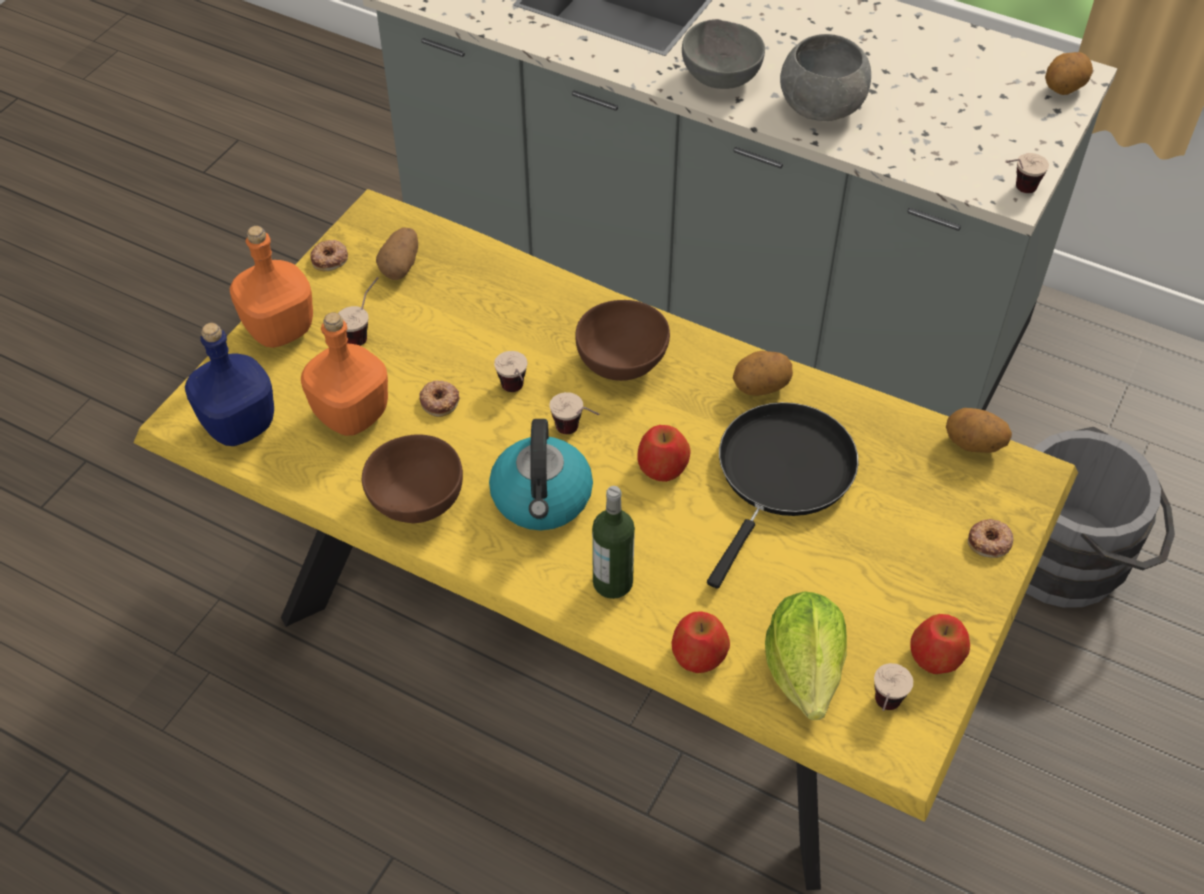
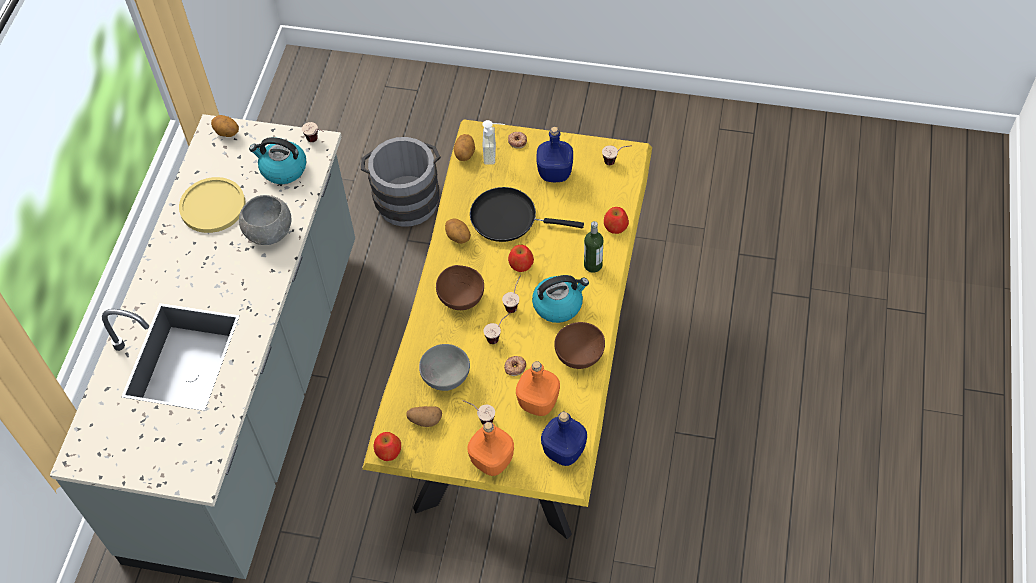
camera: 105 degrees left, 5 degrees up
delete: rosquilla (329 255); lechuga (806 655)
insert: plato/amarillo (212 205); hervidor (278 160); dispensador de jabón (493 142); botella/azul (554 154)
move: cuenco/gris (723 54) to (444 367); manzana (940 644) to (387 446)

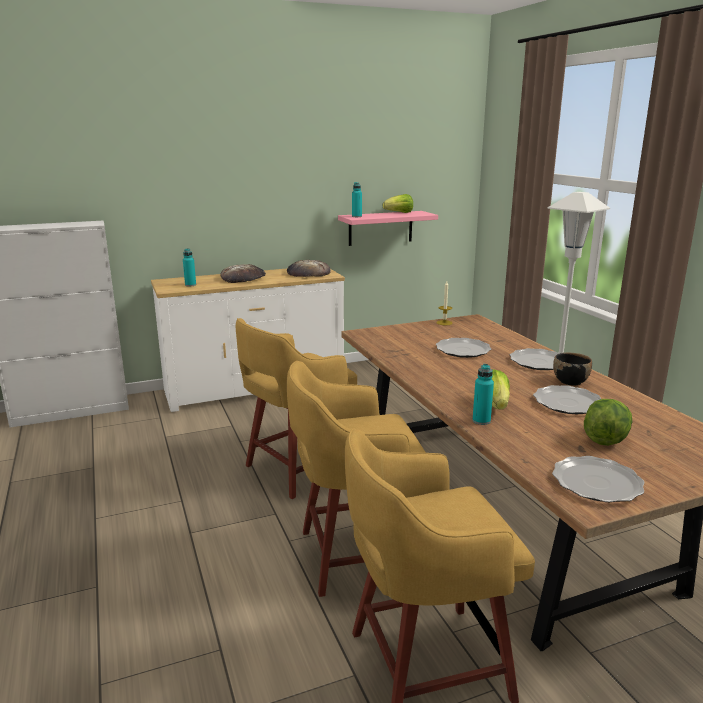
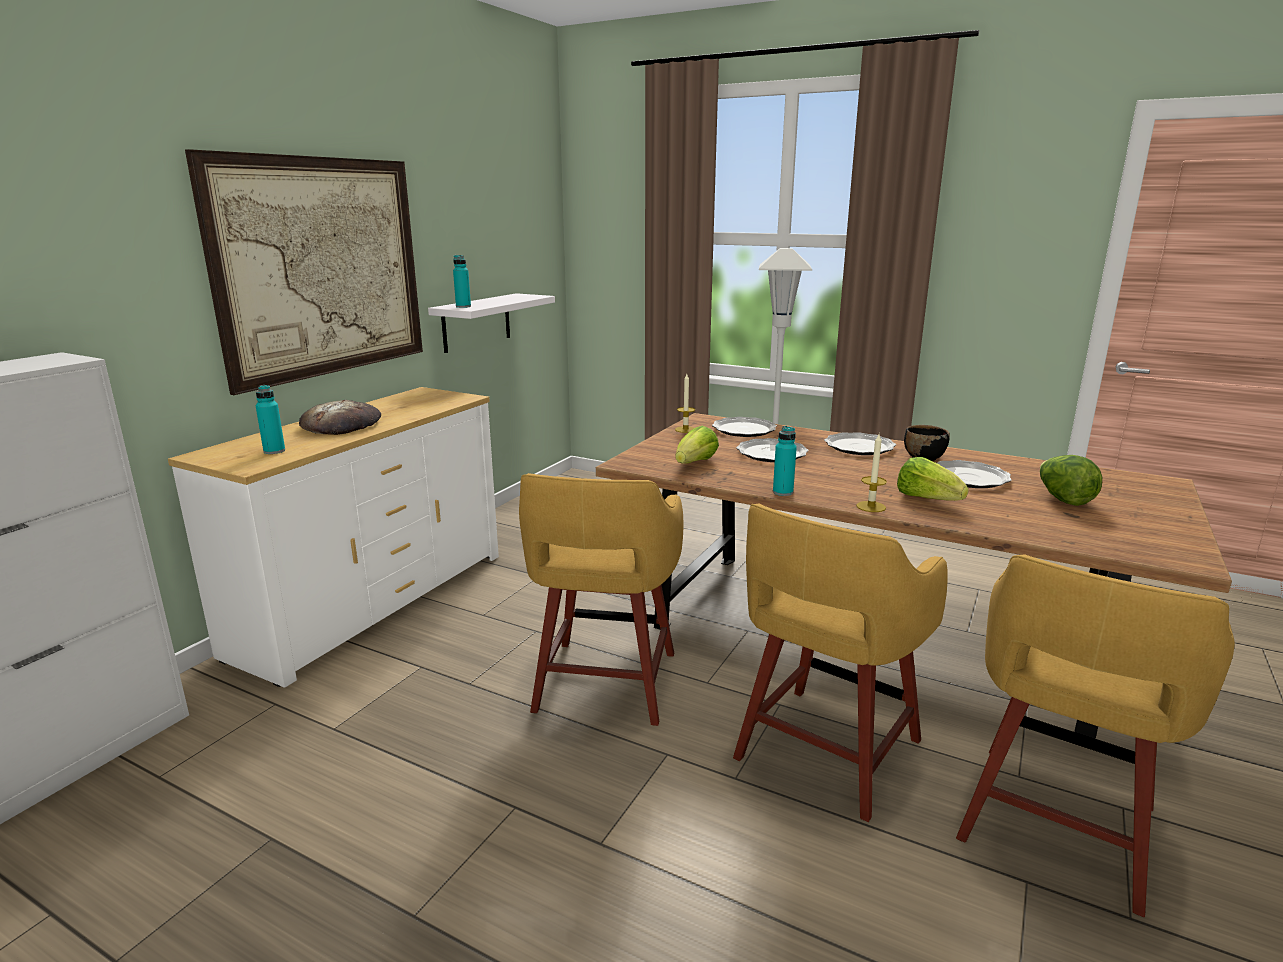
camera: 40 degrees left, 0 degrees up
delete: pan (309 268)
insert: cuadro (304 272); vela (871 473)
move: lechuga (398 203) to (697 445); botella/turquesa (483 394) to (785 461); plato (598 479) to (744 427)
recolor: estante/rosa (388 228) to estante/blanco (491 323)

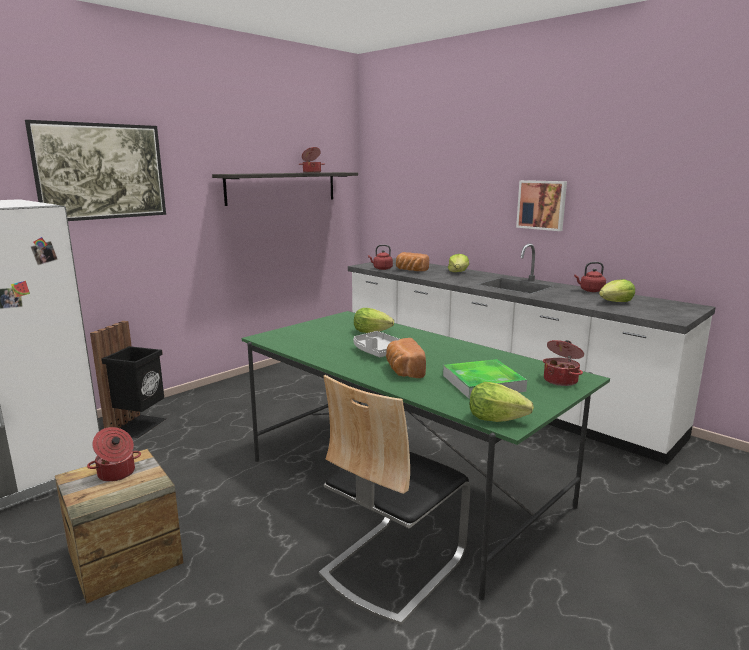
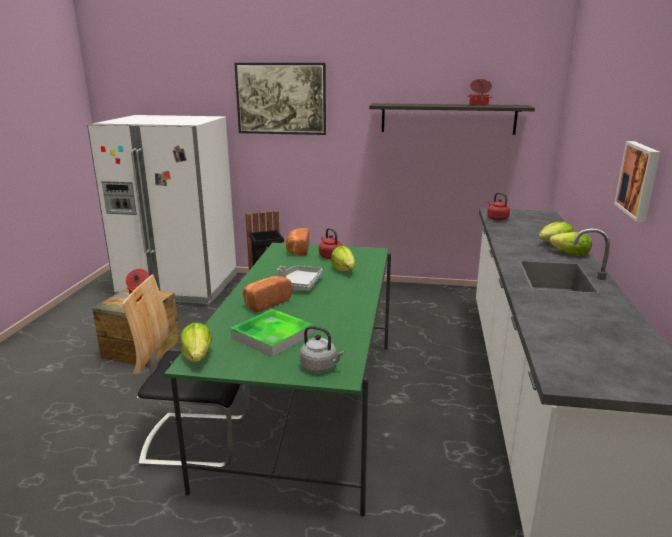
camera: 55 degrees right, 5 degrees up
move: pan (412 261) to (297 242); hervidor/rojo (590 277) to (330 243); lechuga (617 290) to (570 244)
replace: olla (563 363) to hervidor/gris (322 349)

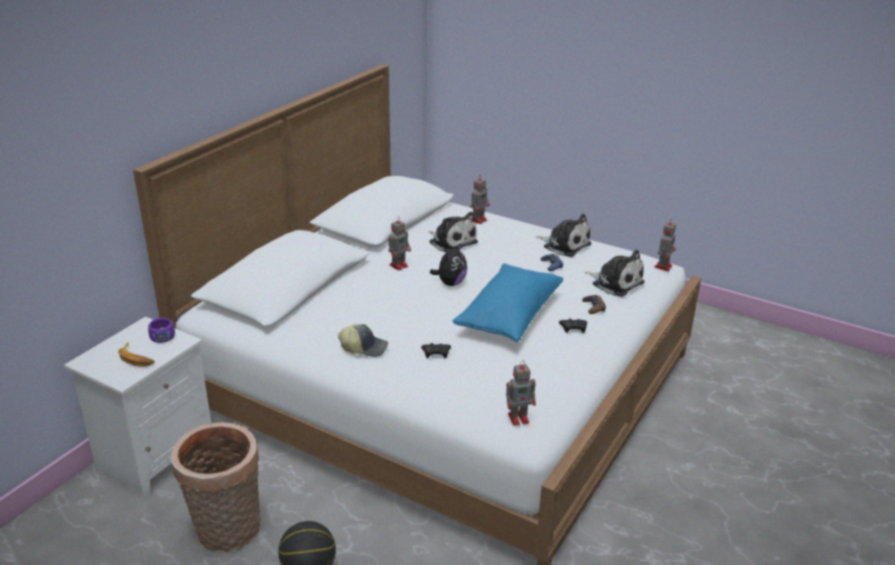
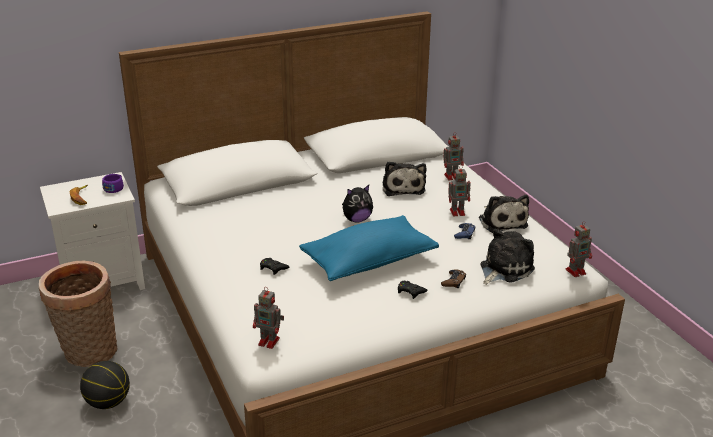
camera: 35 degrees right, 0 degrees up
delete: gorra (363 340)
move: robot de juguete (400 244) to (459 190)
rotate: peluche (615 273) = (507 257) 120 degrees counterclockwise

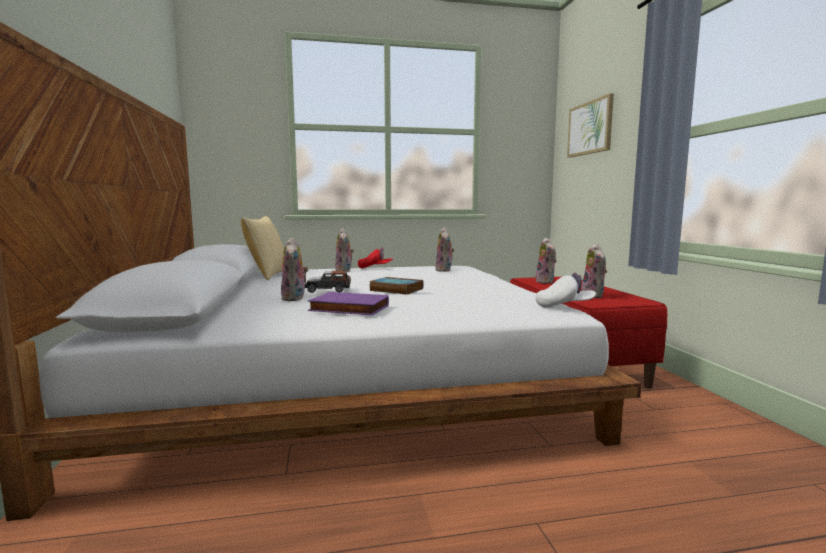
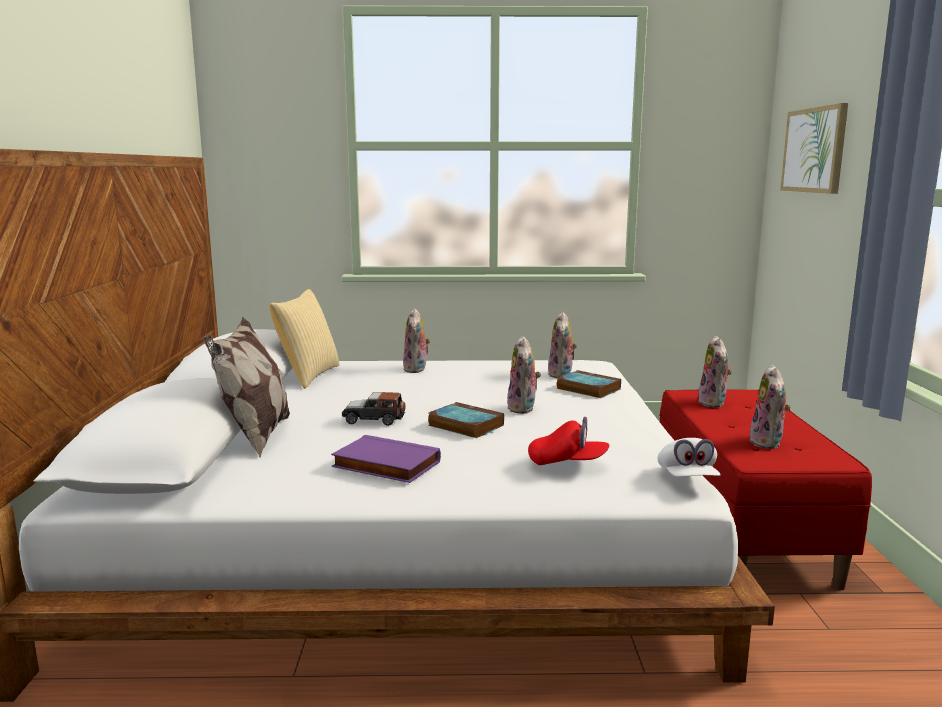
camera: 10 degrees right, 5 degrees up
insert: cojín (247 387); libro (588 384)
move: peluche (294 269) to (524 375); gorra/rojo (375 258) to (568 441)
rotate: gorra/blanco (565 290) = (689 457) 75 degrees clockwise

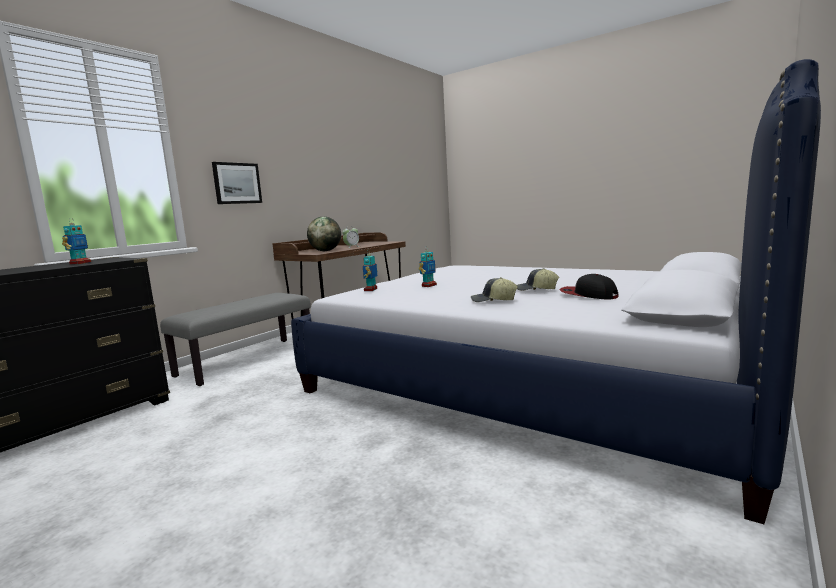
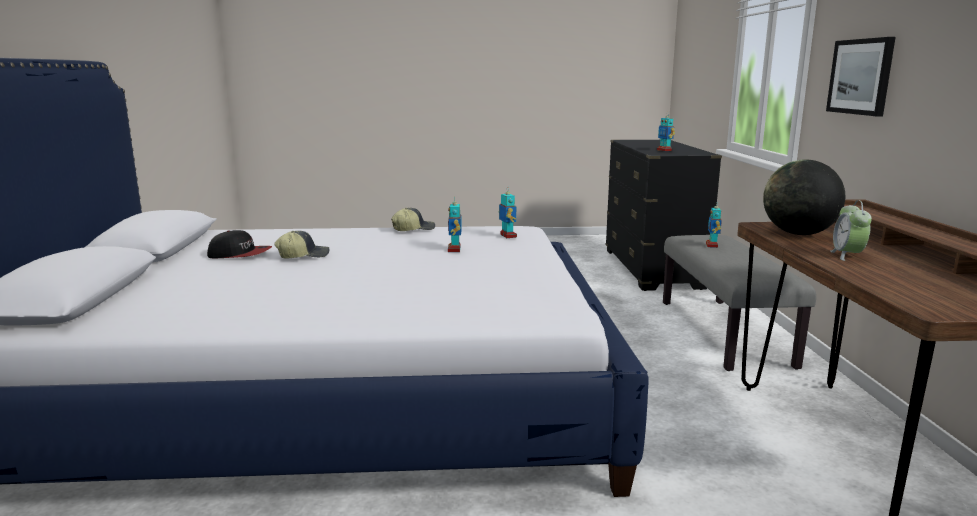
camera: 140 degrees right, 5 degrees up
insert: robot de juguete (714 225)
move: gorra (494 289) to (413 219)

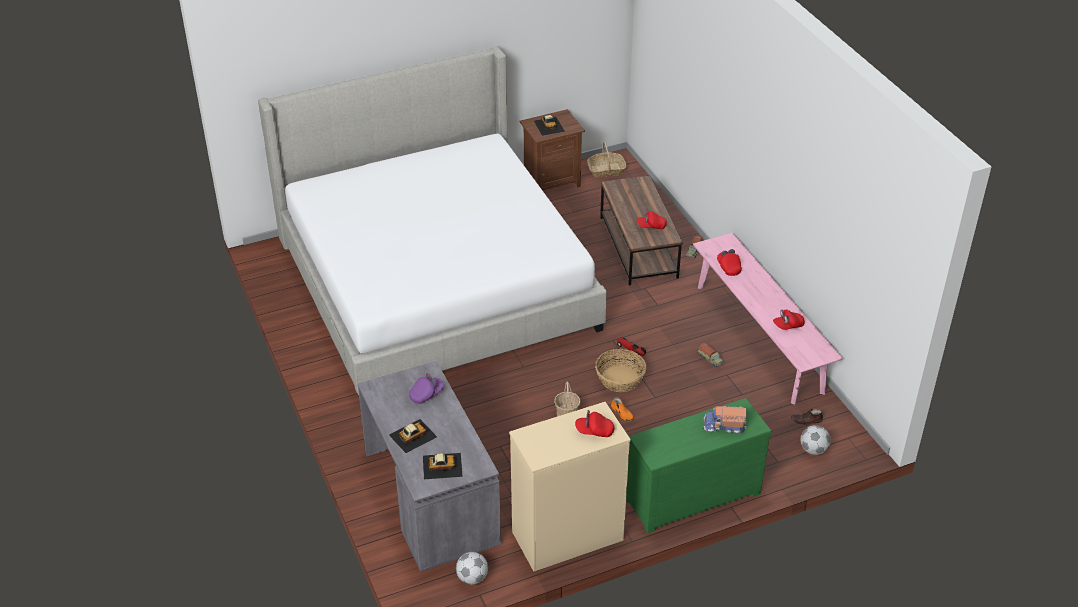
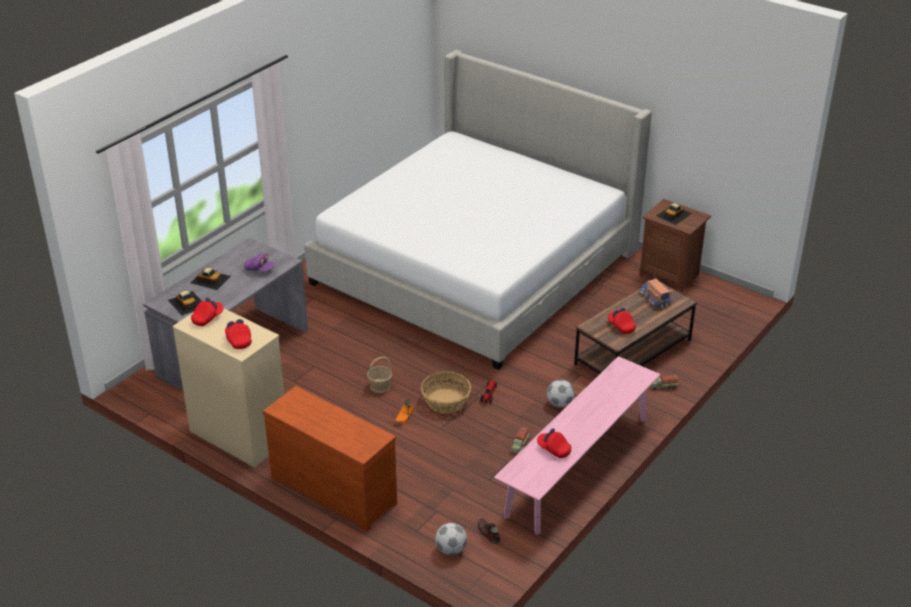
camera: 60 degrees right, 5 degrees down
delete: cesta (606 159)
move: balón de fútbol (472 568) to (561 393); camión de juguete (725 420) to (655 293); gorra/rojo (729 262) to (207 311)
recolor: cómoda/verde (698 465) to cómoda/marrón (330 459)

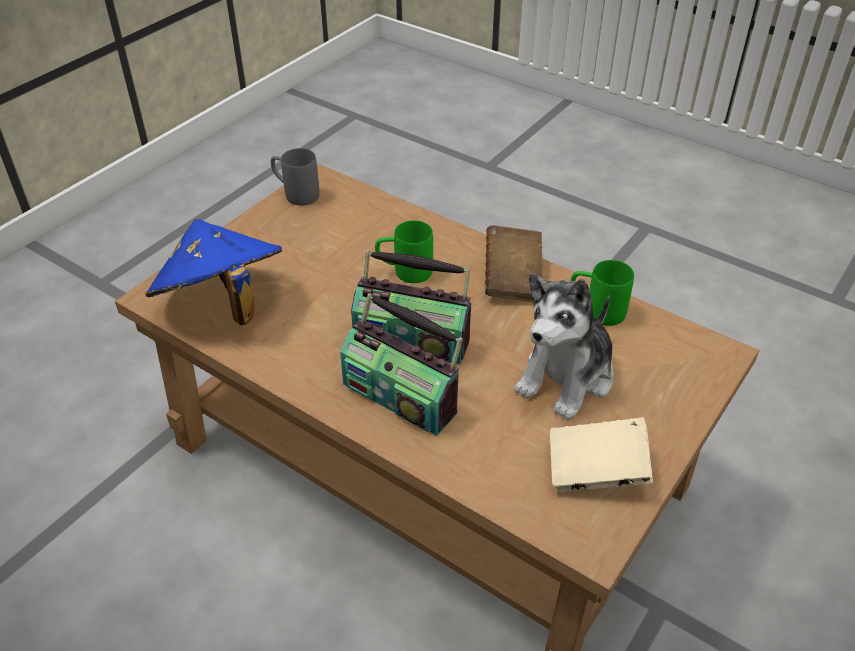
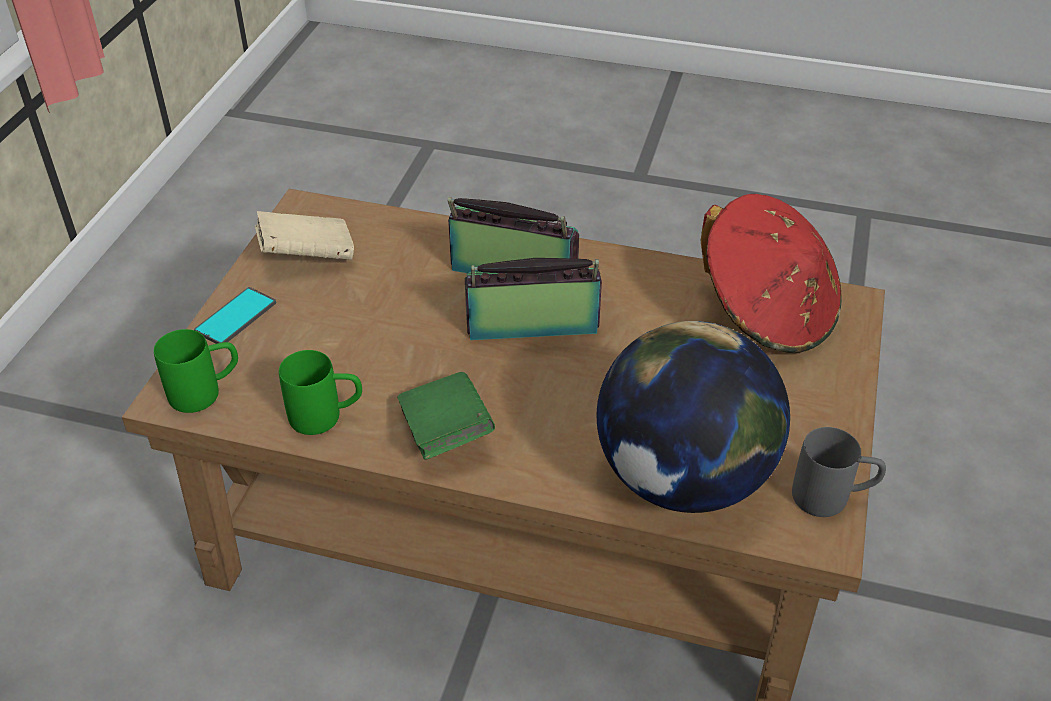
camera: 160 degrees right, 0 degrees up
delete: peluche (564 346)
insert: móvil (235 315); globo terráqueo (693 417)
move: taza grande/verde (404 251) to (196 371)
recolor: sombrero/azul (213 272) to sombrero/rojo (771 273); libro/marrón (514 263) to libro/verde (446 416)

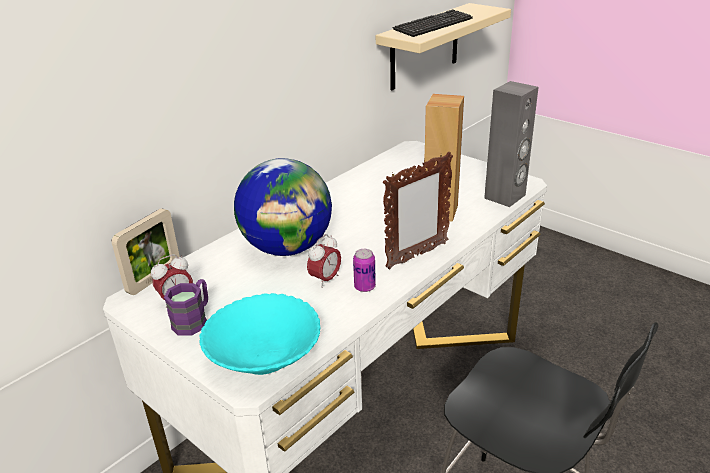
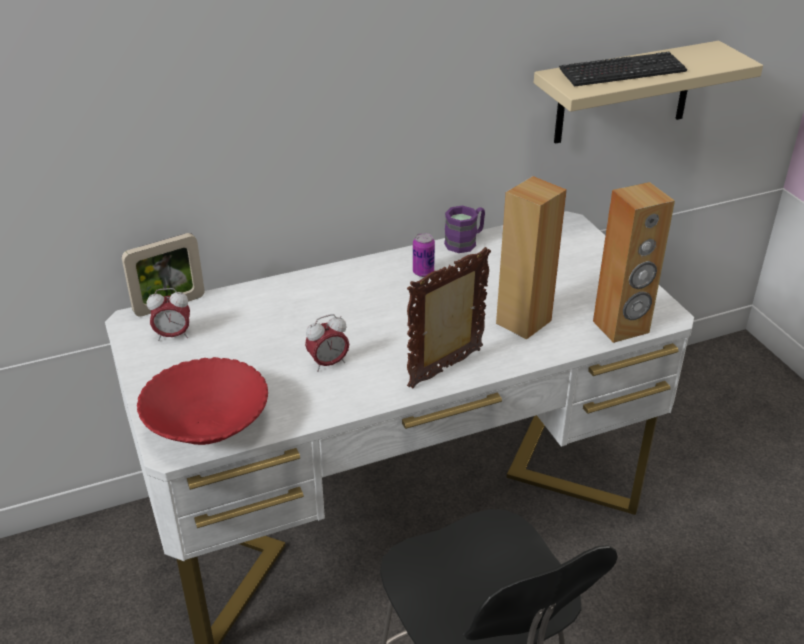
camera: 25 degrees right, 5 degrees up
delete: globo terráqueo (283 207)
move: taza grande/morado (186 307) to (464 229); lata (364 270) to (424 255)
recolor: cuenco/turquesa (259 334) to cuenco/rojo (202 401); altavoz/gris (511 144) to altavoz/marrón (634 262)
rotate: portarretratos (418 211) = (449 317) 150 degrees clockwise

